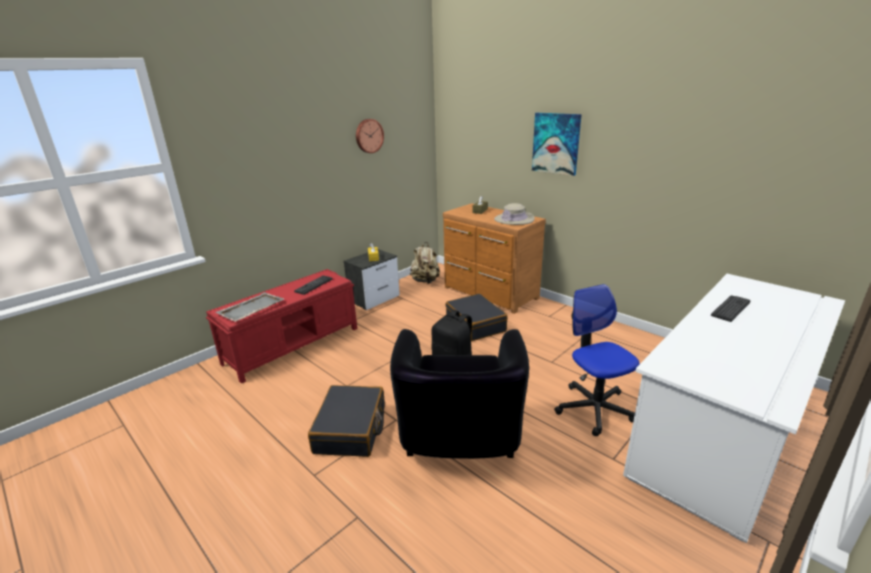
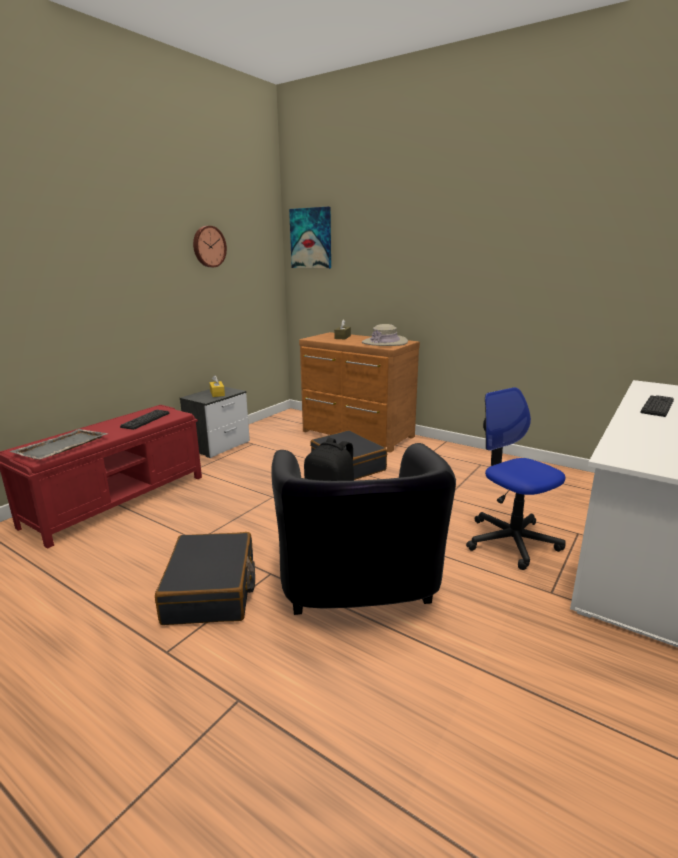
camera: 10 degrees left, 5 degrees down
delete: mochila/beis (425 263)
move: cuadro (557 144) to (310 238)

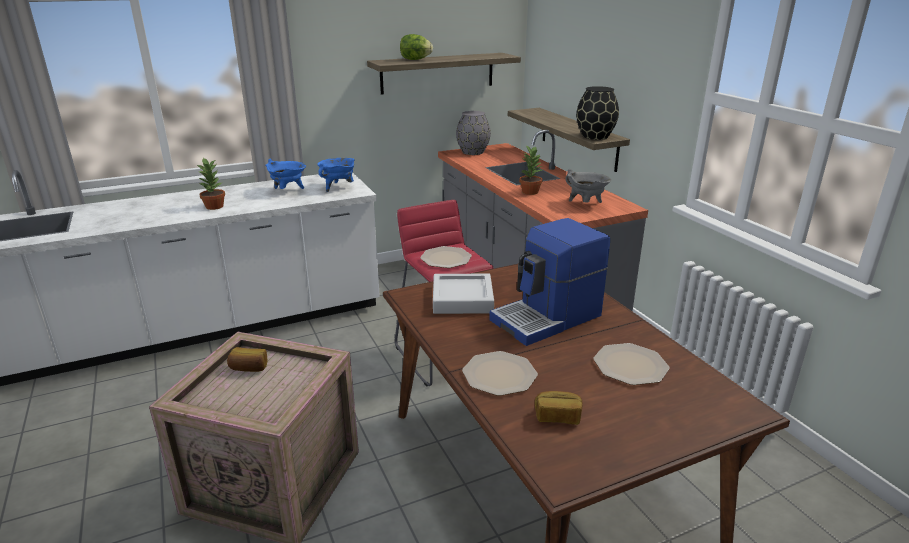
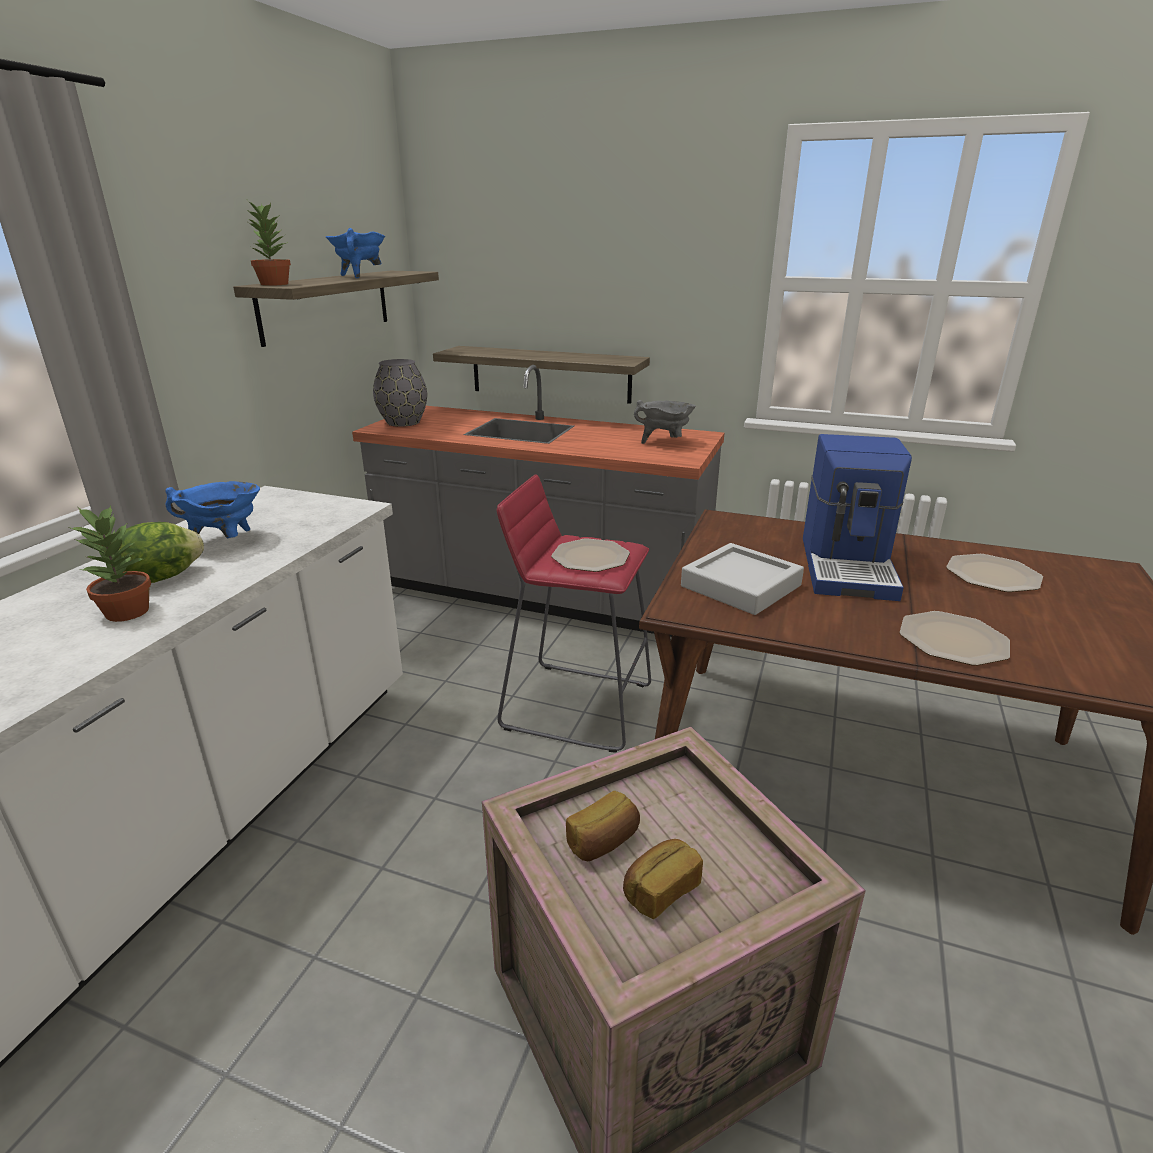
camera: 45 degrees left, 0 degrees up
delete: florero/negro (597 113)
move: olla/azul (336 175) to (355 253); lechuga (416 47) to (162 552); planta en maceta (530 170) to (268 243); pan (558 408) to (663 879)

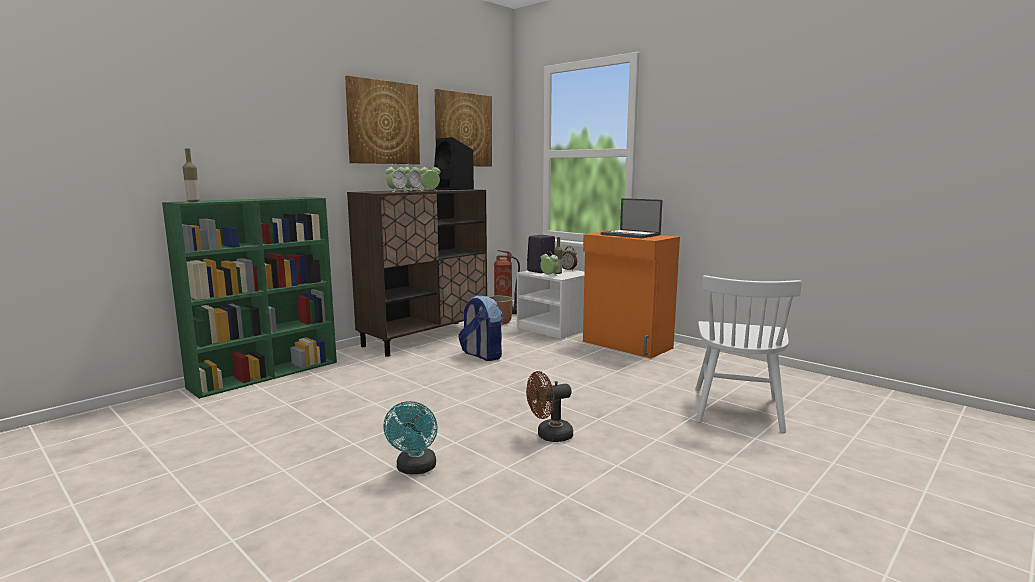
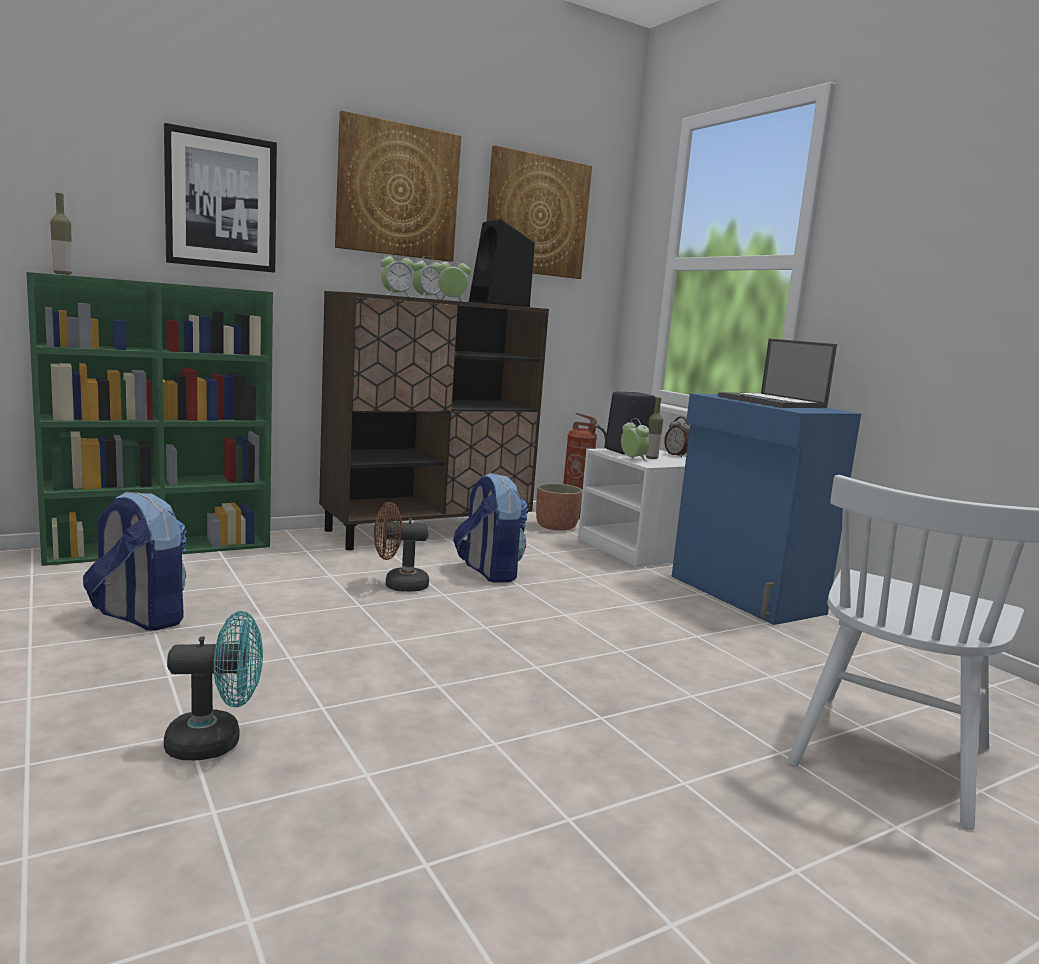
camera: 15 degrees right, 0 degrees up
insert: mochila (135 561); cuadro (220 198)
move: ventilador/marrón (549 406) to (401 547)
recolor: armario/naranja (631 294) to armario/azul (766 509)
rotate: ventilador/turquesa (410 437) = (213 685) 120 degrees counterclockwise

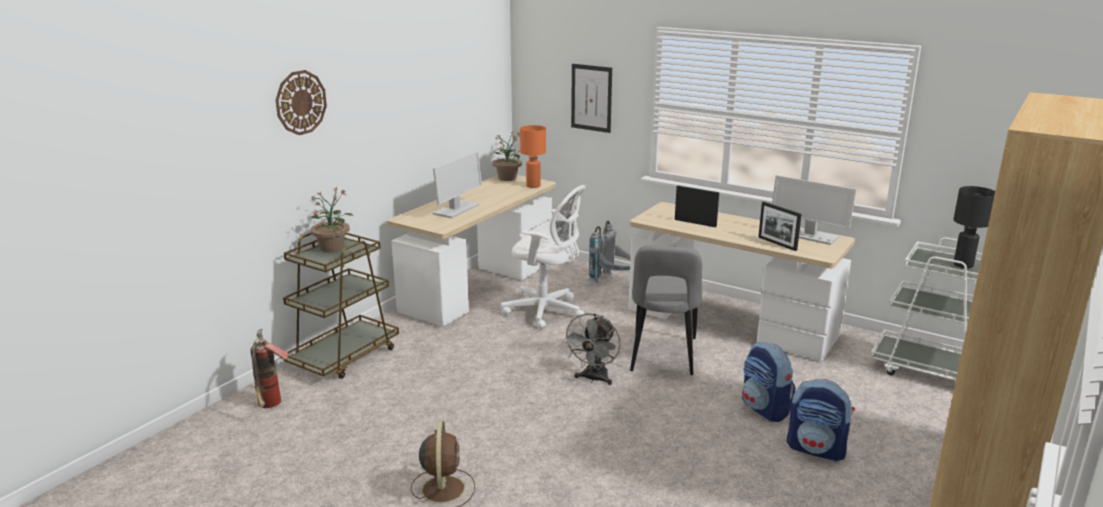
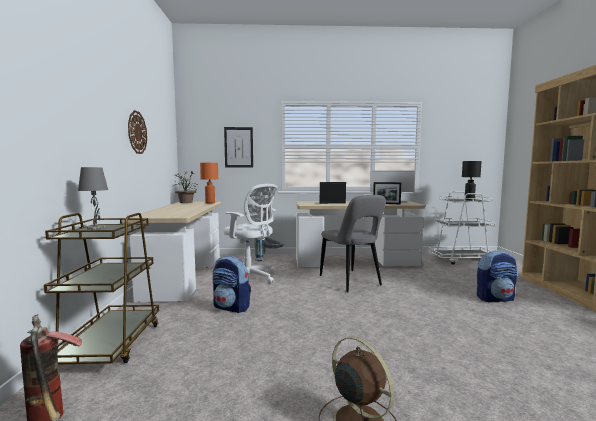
camera: 35 degrees left, 15 degrees down
delete: monitor (457 184); ventilador/gris (591 349)
move: reloj de pared (301 102) to (137 132); mochila (769 382) to (231 284)
replace: planta en maceta (332 219) to lámpara de mesa/gris (93 198)
rotate: silla de oficina/blanco (543 257) = (251 234) 45 degrees clockwise

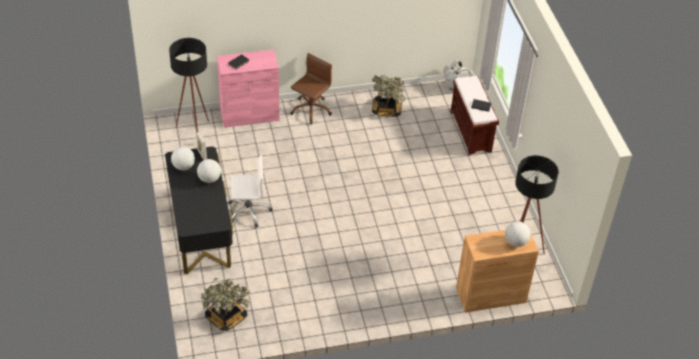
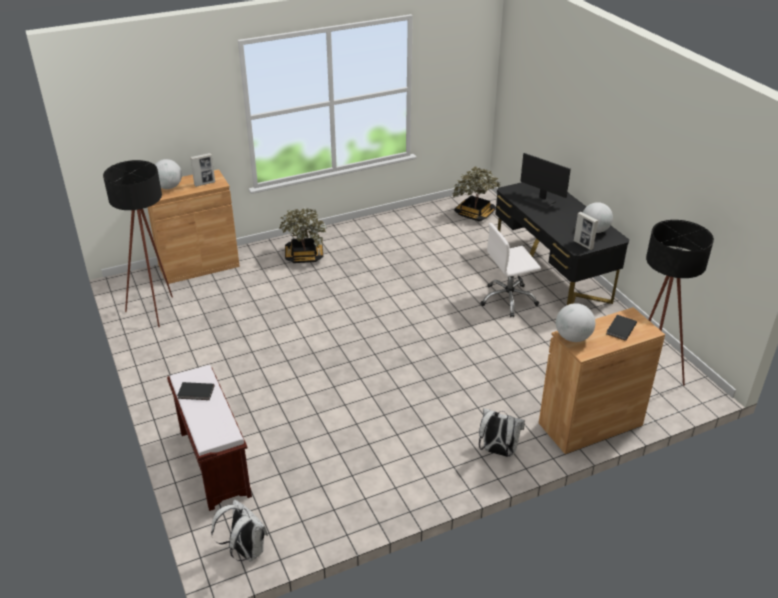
camera: 170 degrees right, 10 degrees down
insert: portarretratos (202 170); monitor (545 181)
move: globo terráqueo (209 171) to (575 322); planta en maceta (389 95) to (303 235)
replace: silla de oficina/marrón (311 88) to mochila/blanco (502 432)
recolor: armario/rosa (248 88) to armario/marrón (602 380)

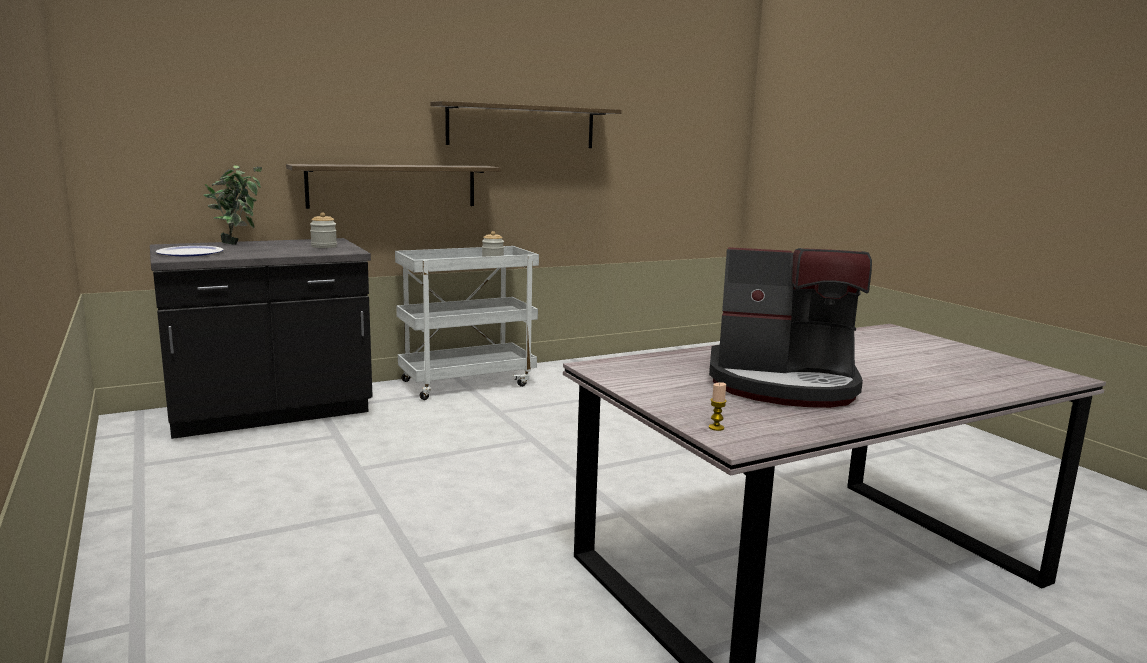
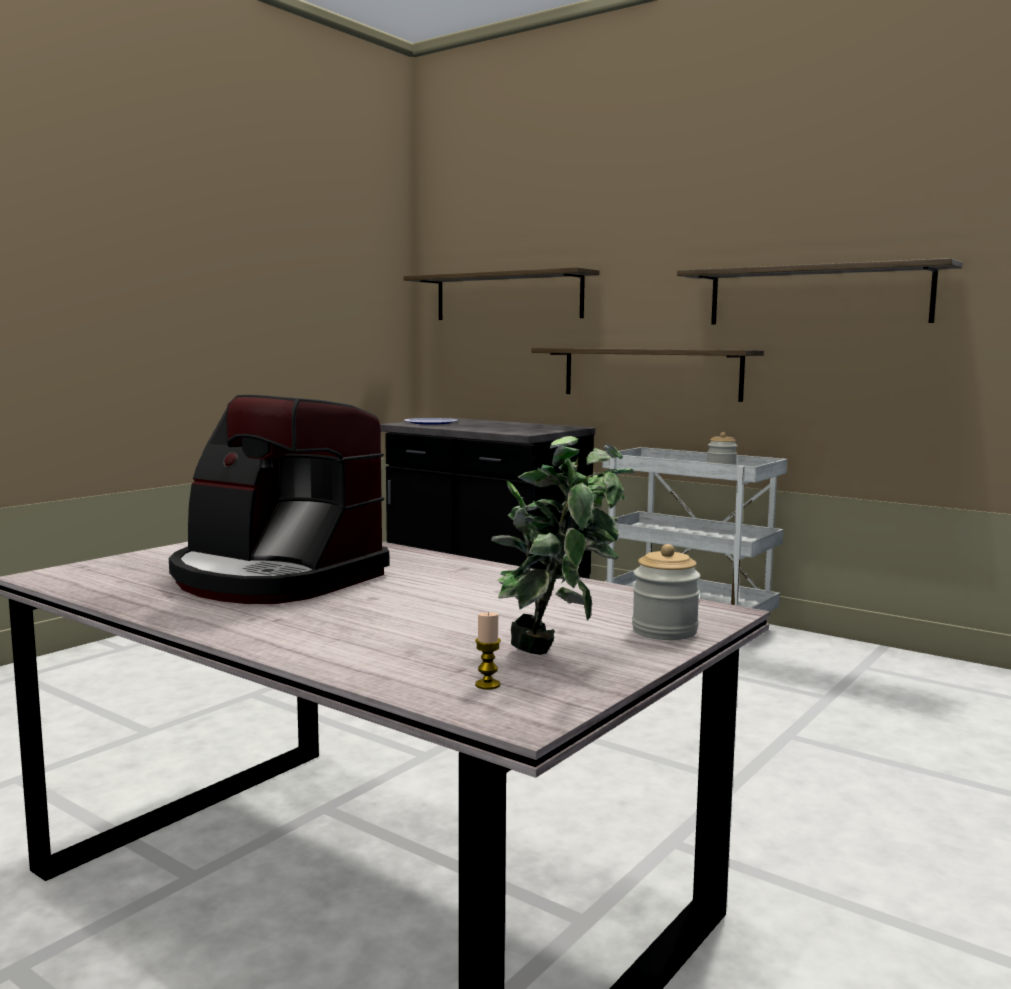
camera: 65 degrees right, 5 degrees down
insert: estante (502 293)
move: planta en maceta (233 205) to (563 545); tarro (323 230) to (666 592); vela (718 406) to (488 651)
rotate: cafetera (790 327) = (279 499) 45 degrees counterclockwise

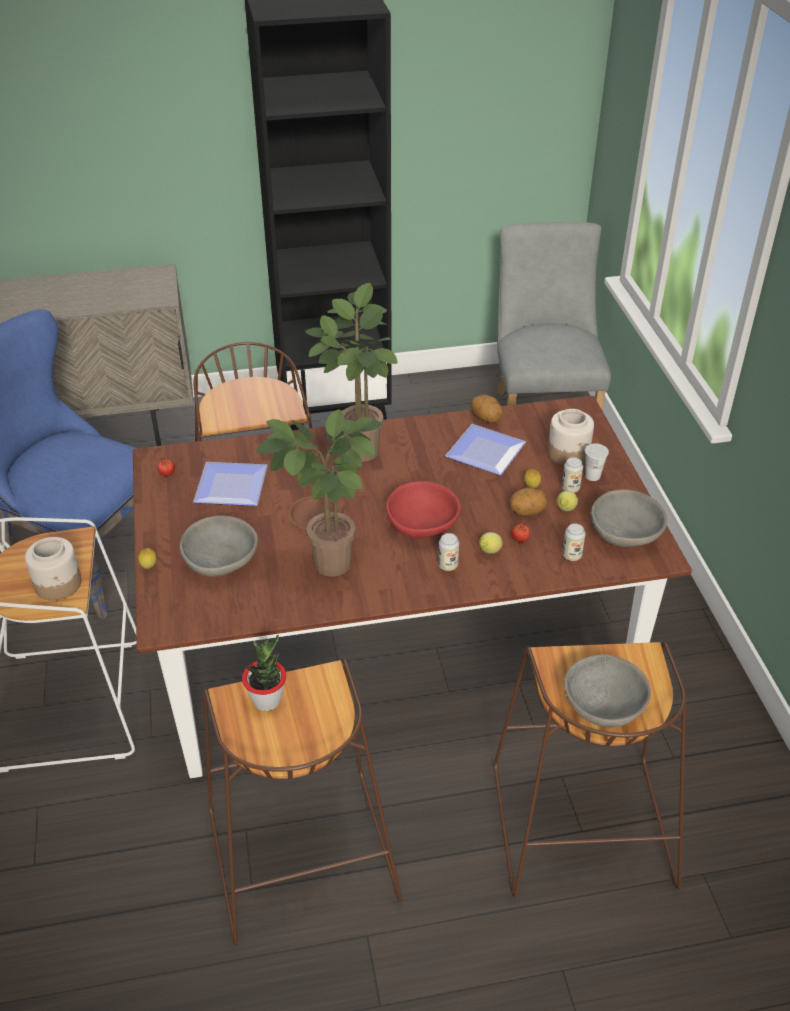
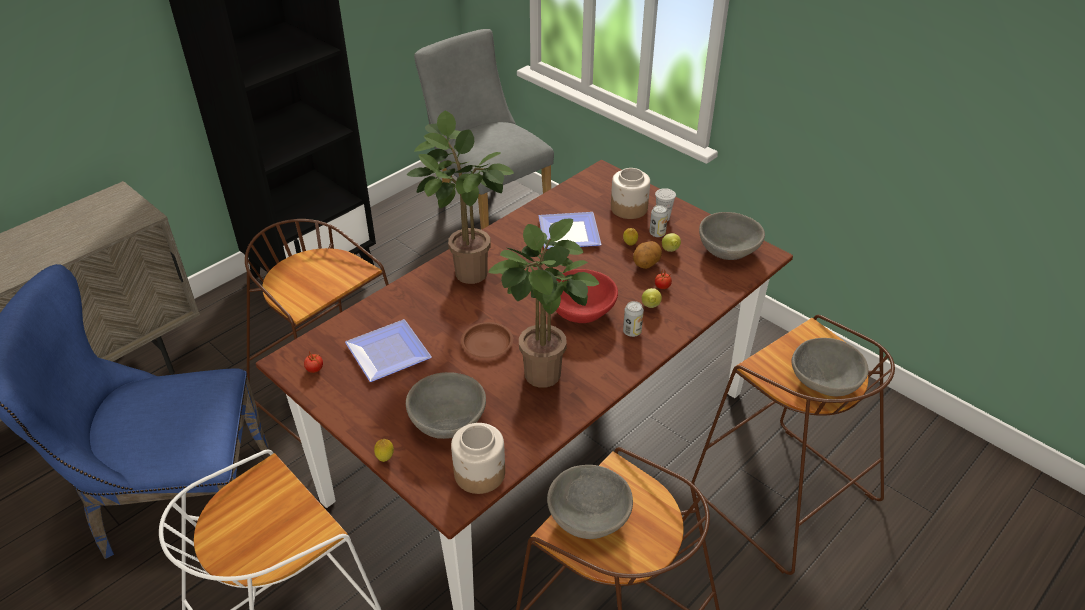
camera: 35 degrees left, 0 degrees up
delete: patata (487 409); lata (574 542)
move: tarro (53 569) to (478 458)
replace: planta en maceta (264 673) to cuenco/gris (590 502)

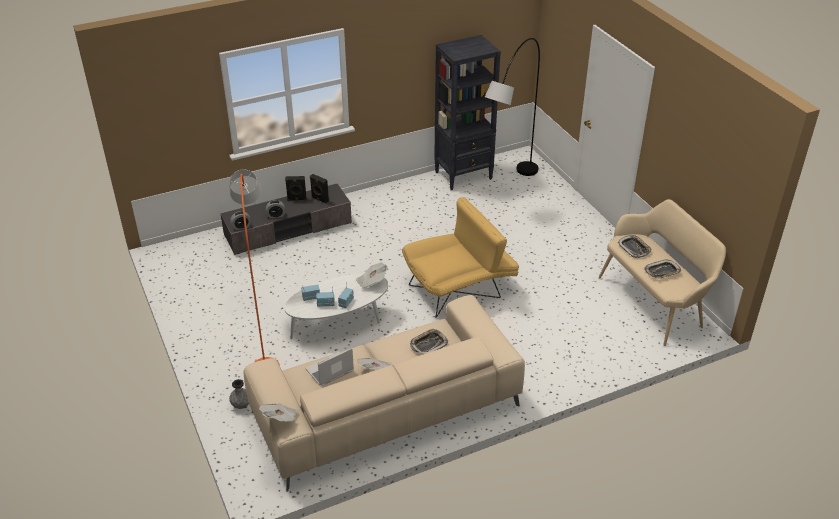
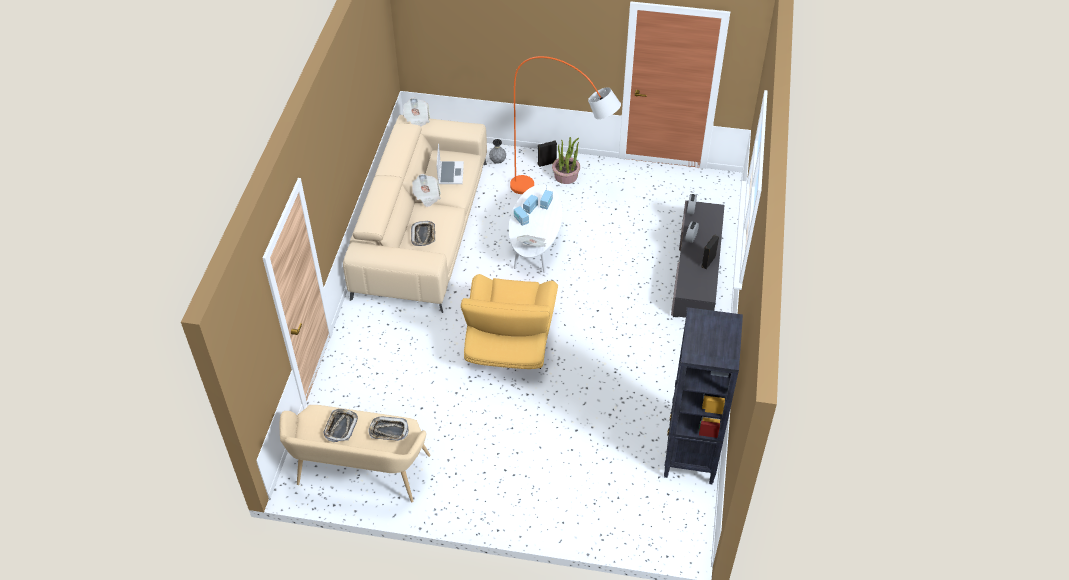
camera: 125 degrees right, 10 degrees up
delete: lámpara de pie/gris (512 107)
insert: planta en maceta (566 160)
move: altavoz/negro (319 189) to (547 153)

